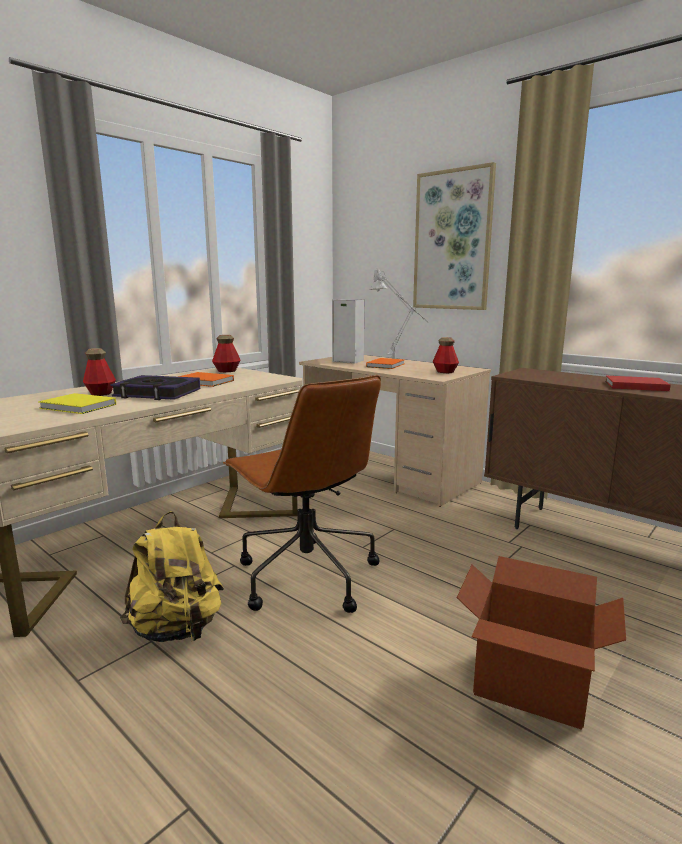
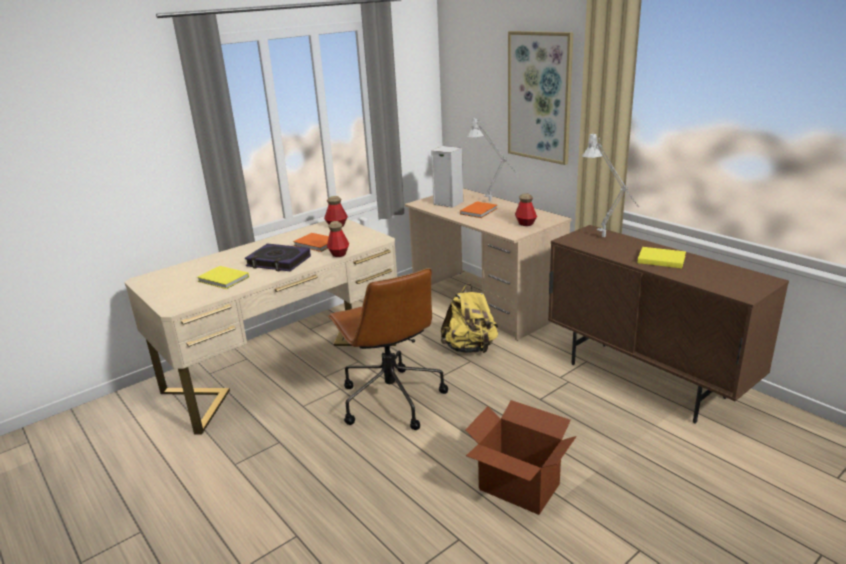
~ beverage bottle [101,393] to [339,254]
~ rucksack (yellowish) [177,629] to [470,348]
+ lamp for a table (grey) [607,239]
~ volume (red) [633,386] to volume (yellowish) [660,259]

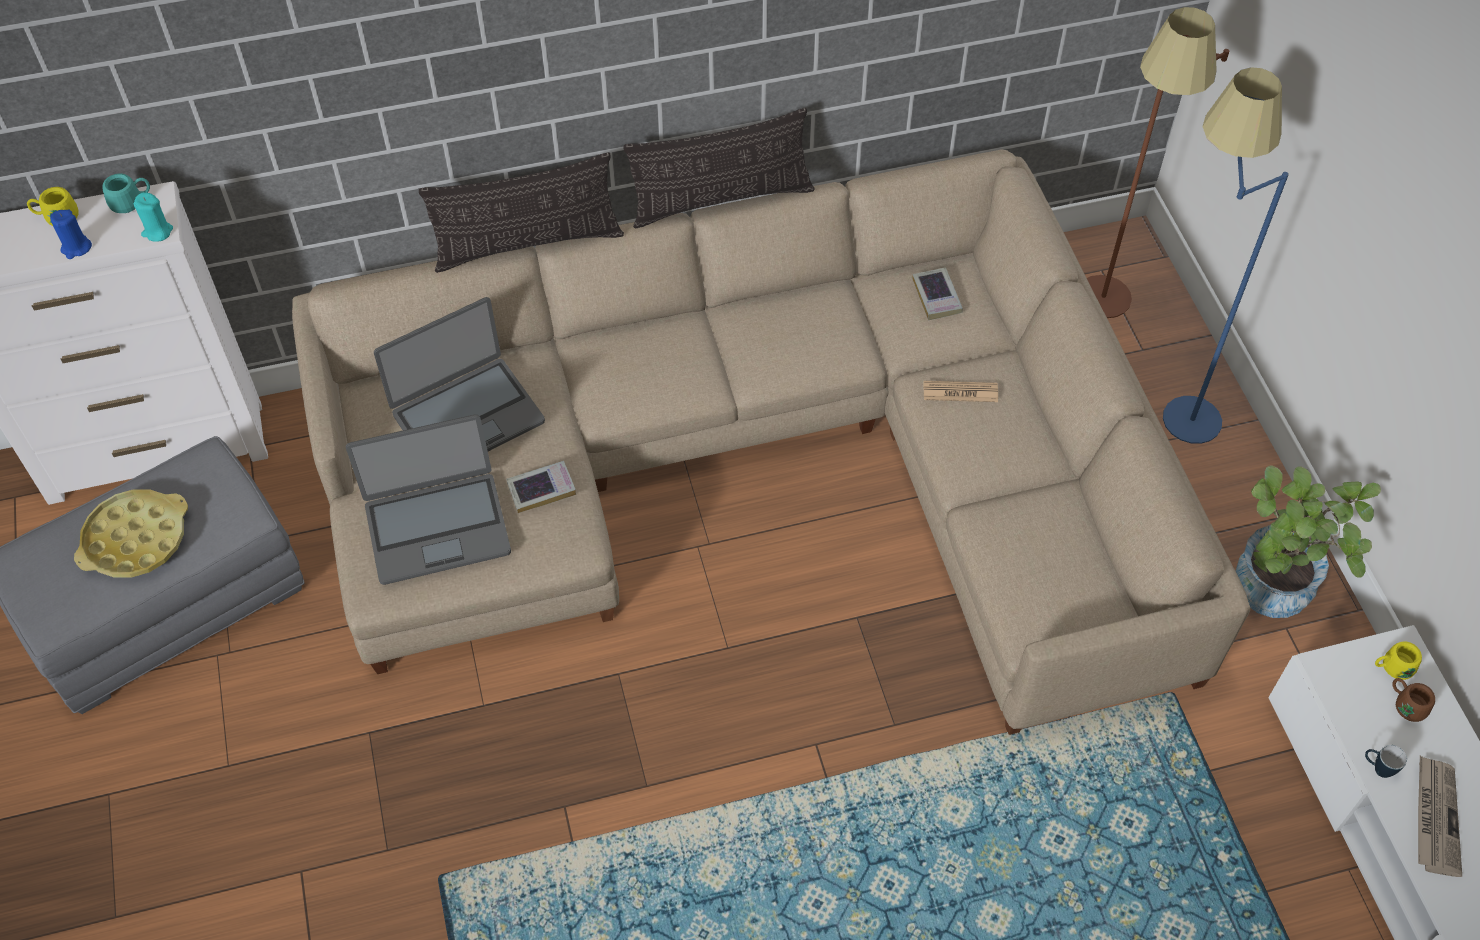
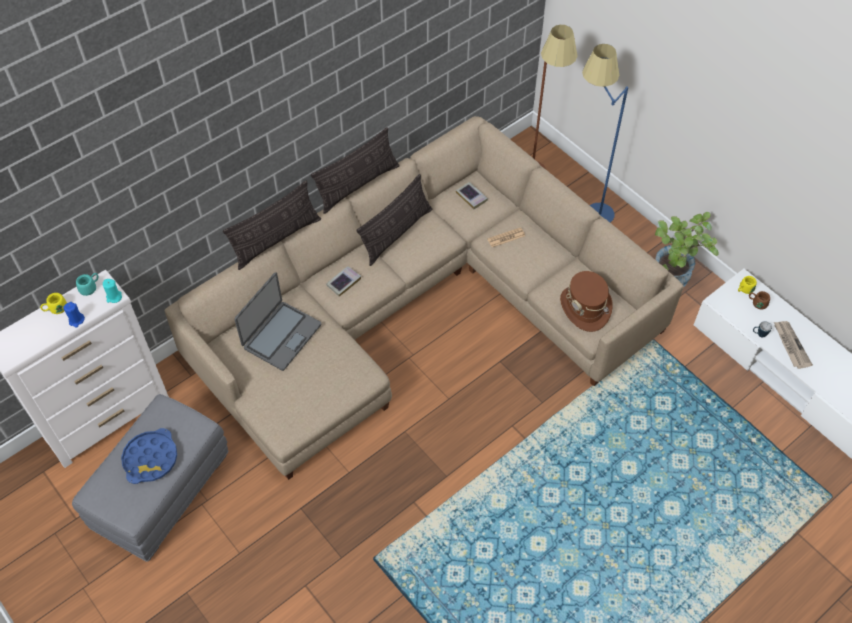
~ carrying tray (yellowish) [136,539] to carrying tray (bluish) [150,459]
~ volume [541,489] to [343,282]
+ cushion [396,233]
+ clothing hat (brownish) [585,308]
- portable computer [437,527]

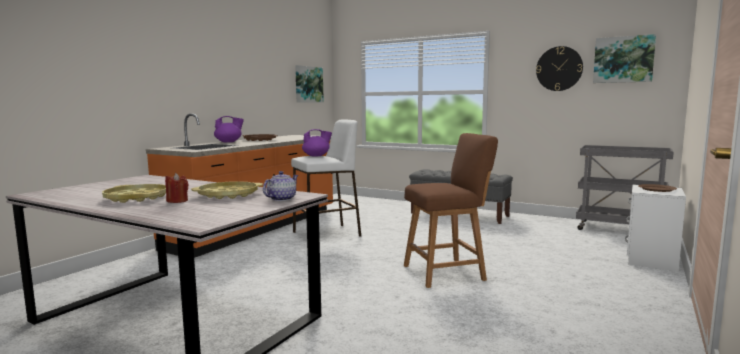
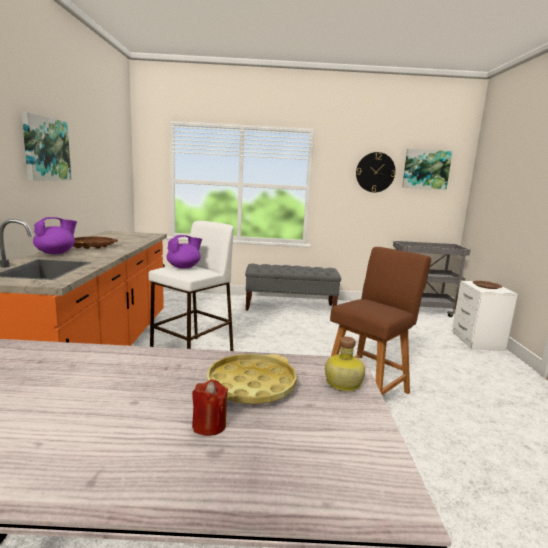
~ wall picture [308,84] to [45,149]
~ pot for tea [281,199] to beverage bottle [342,383]
- carrying tray (yellowish) [136,198]

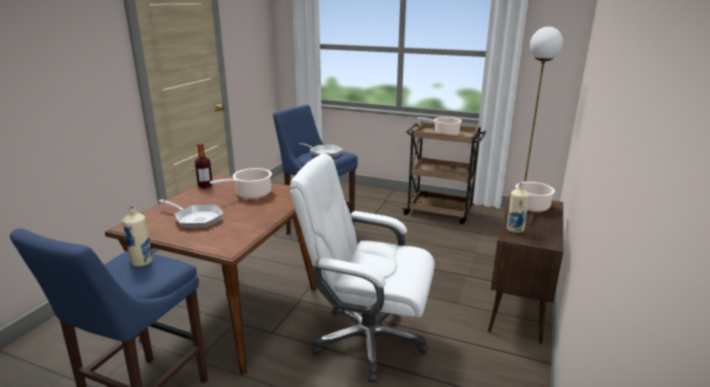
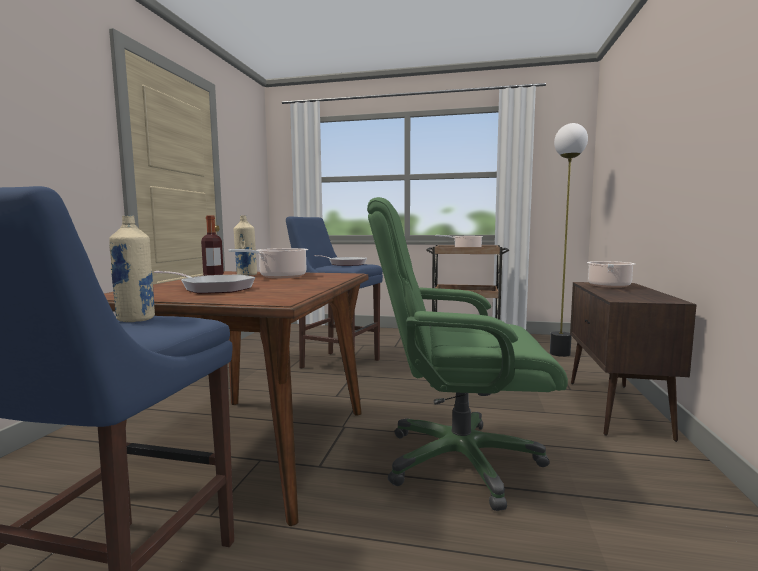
~ beverage bottle (beige) [514,229] to [246,275]
~ desk chair (white) [367,340] to desk chair (green-coloured) [459,460]

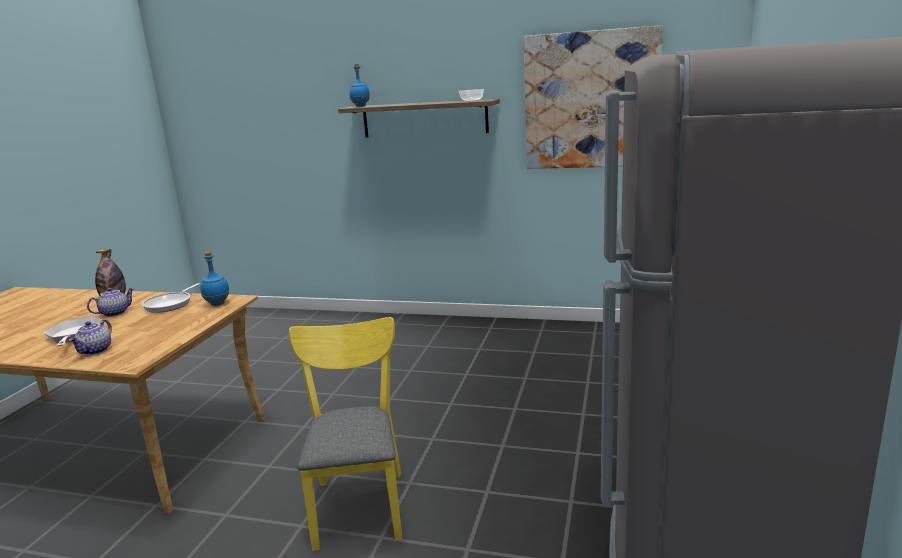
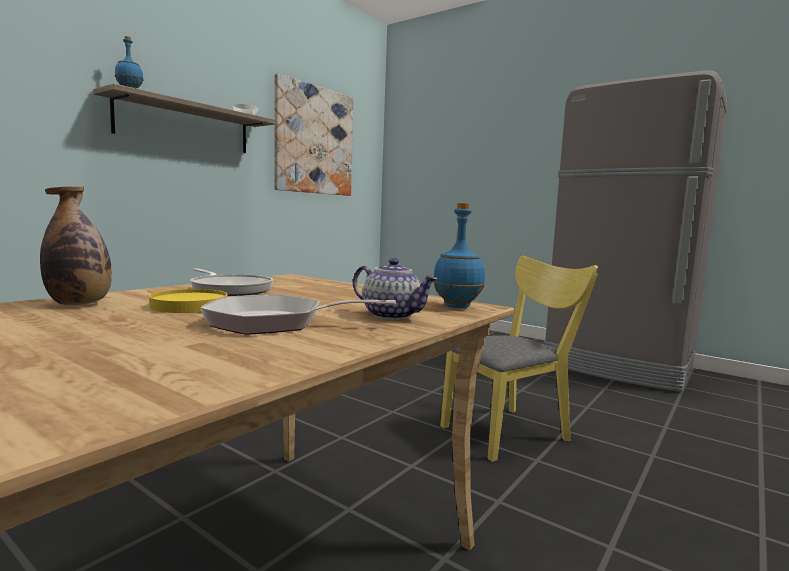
~ pot for tea [115,313] to flat dish (yellowish) [189,305]
~ beverage bottle (bluish) [217,304] to [456,306]
~ upright chair (yellowish) [359,502] = [511,431] 135 degrees clockwise

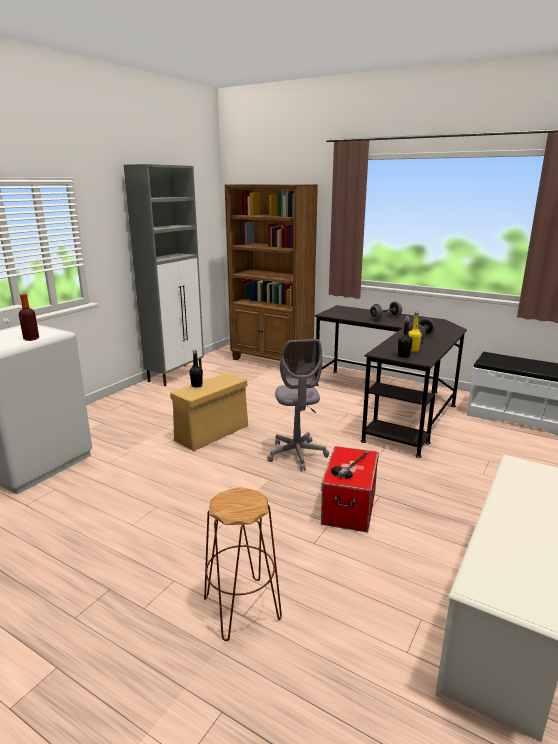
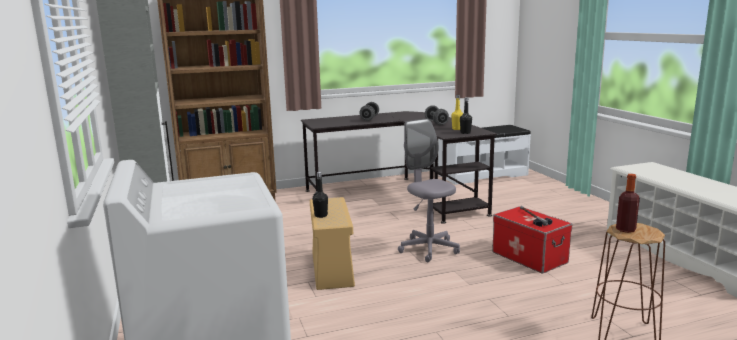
~ desk chair (grey) [297,454] = [428,249] 150 degrees counterclockwise
~ beverage bottle [31,339] to [625,229]

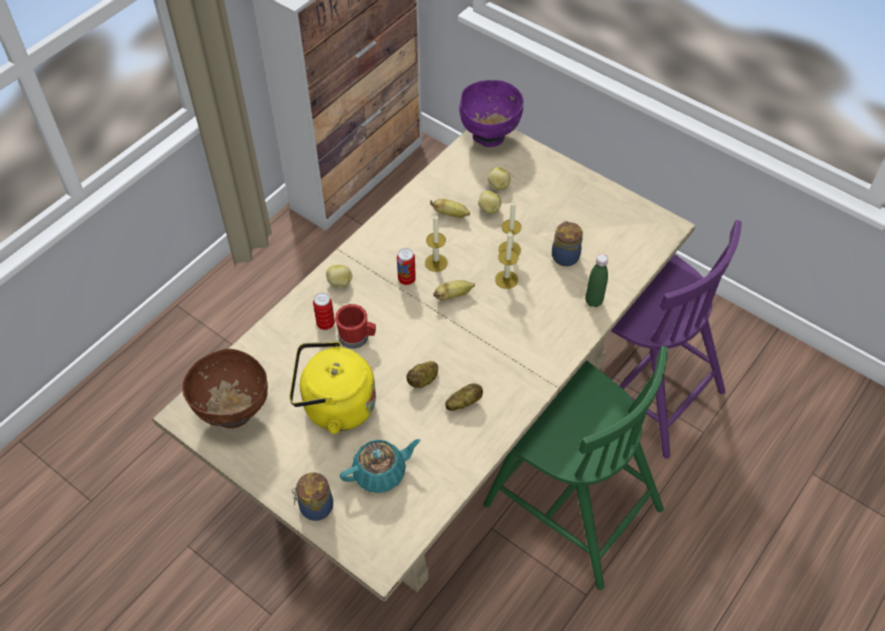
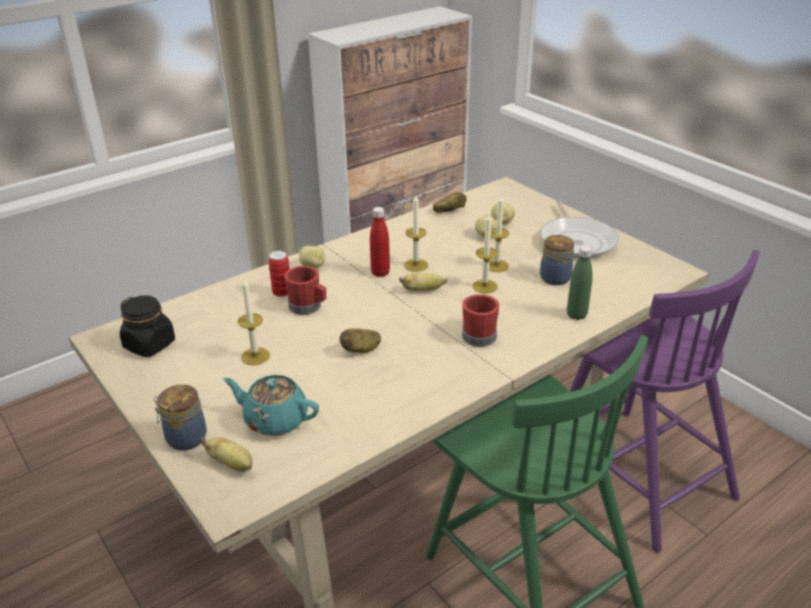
~ deep dish (brownish) [234,412] to jar (black) [150,345]
~ banana [451,214] to [232,464]
~ pot for tea (blue-green) [380,472] = [275,420] 150 degrees counterclockwise
~ tea kettle (yellowish) [334,406] to wax light [255,356]
~ sealed can [406,279] to beverage bottle (red) [380,273]
~ whole potato [463,402] to [449,211]
+ tea mug (red) [478,334]
+ frying pan [577,240]
- deep dish (purple-coloured) [489,137]

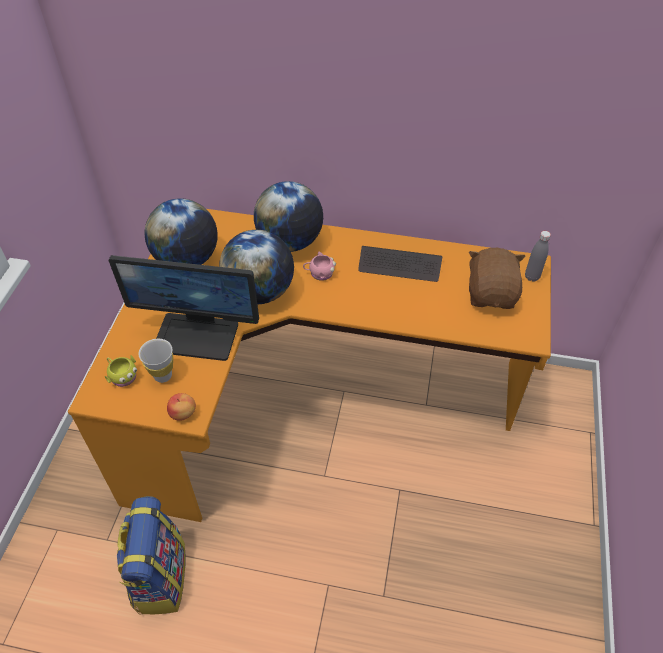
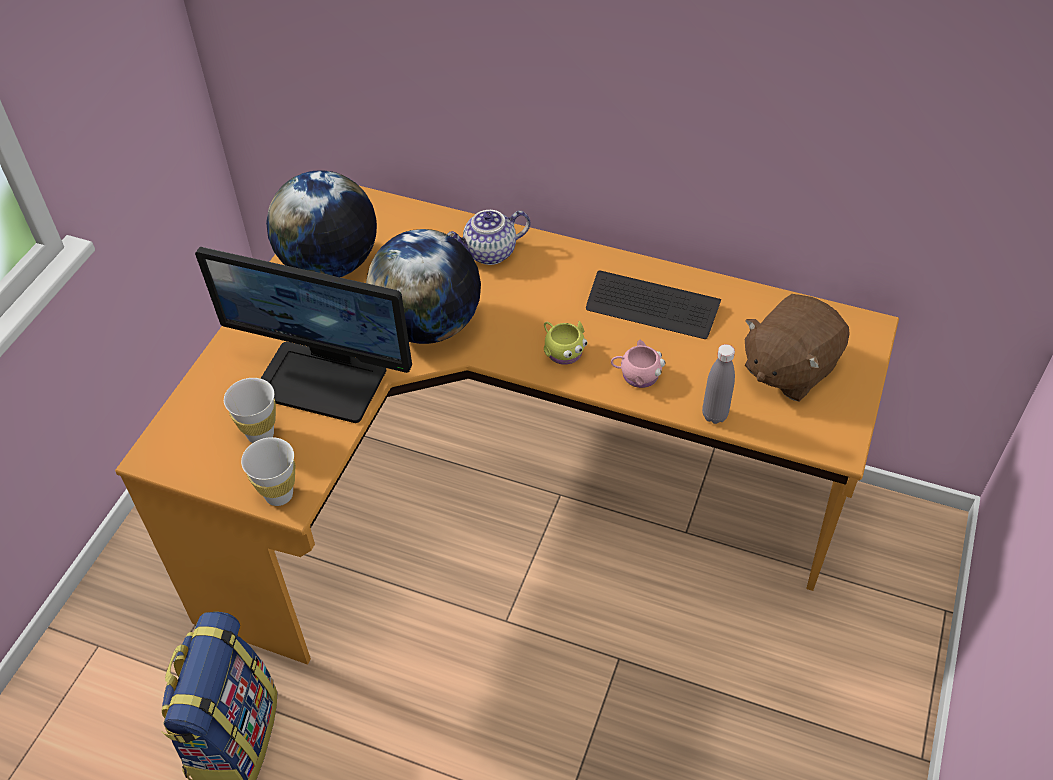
~ apple fruit [183,414] to cup (white) [279,495]
~ globe [290,242] to pot for tea [490,254]
~ tea mug (yellowish) [122,376] to [562,350]
~ tea mug (pink-coloured) [319,273] to [636,375]
~ beverage bottle (grey) [532,277] to [714,415]
~ soft toy (brownish) [491,294] = [788,368] 150 degrees counterclockwise

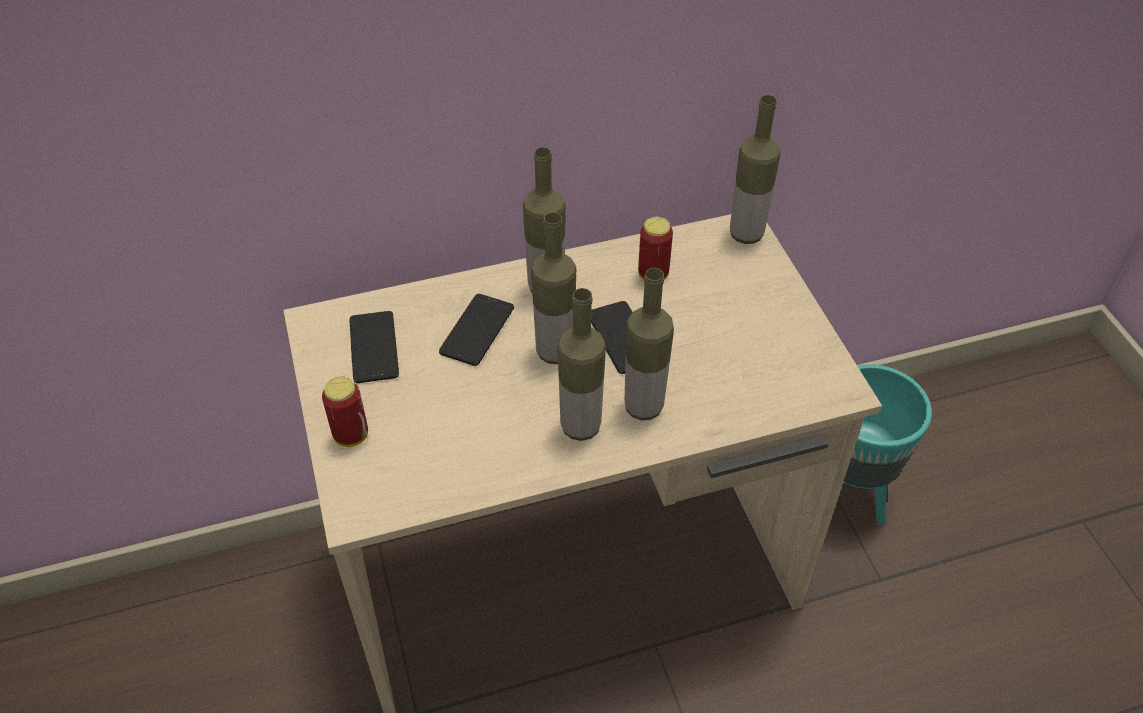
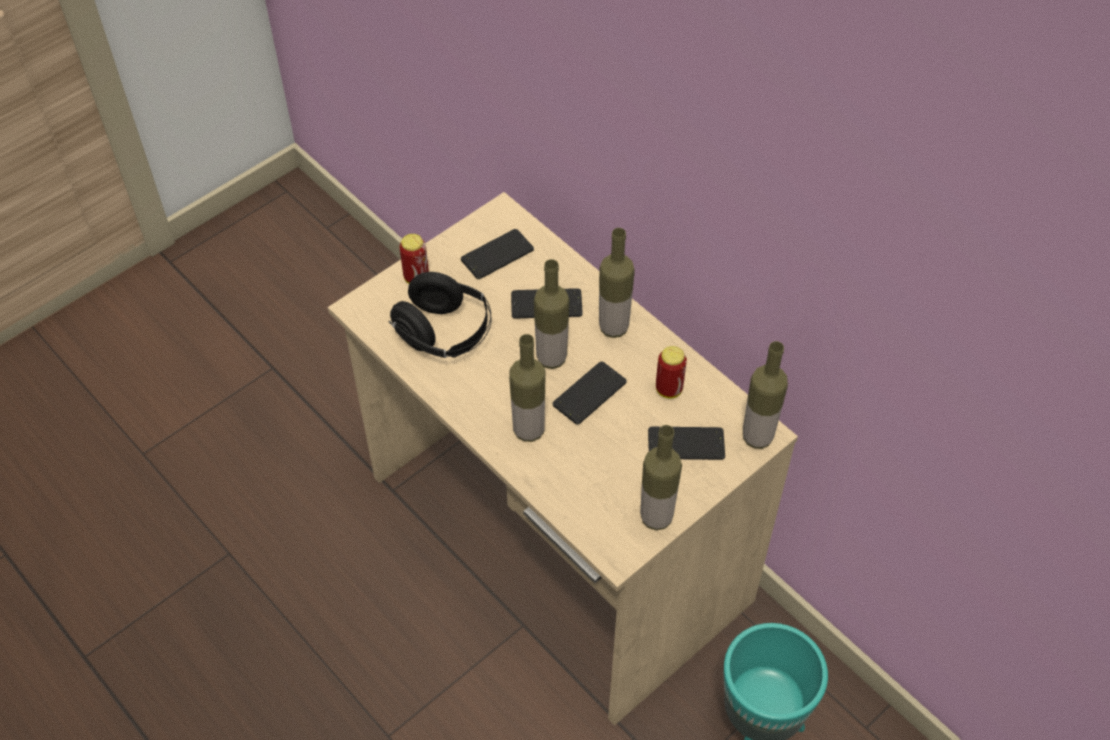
+ pair of headphones (black) [444,334]
~ beverage bottle [580,427] to [656,517]
+ telephone [686,444]

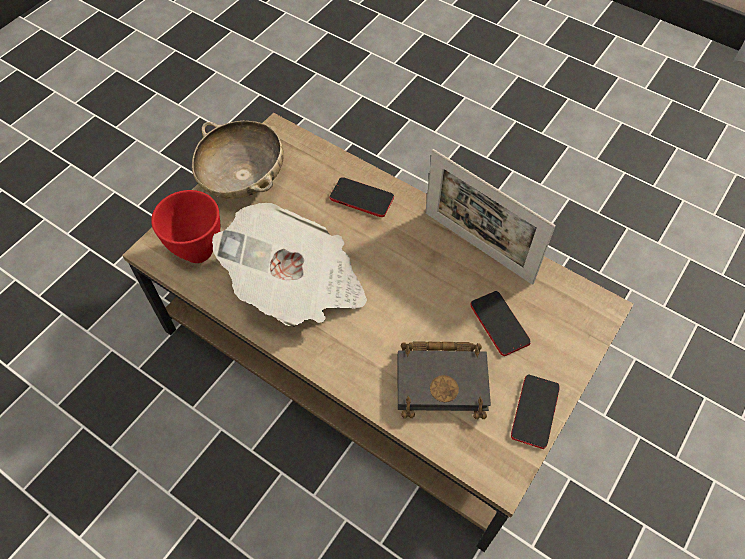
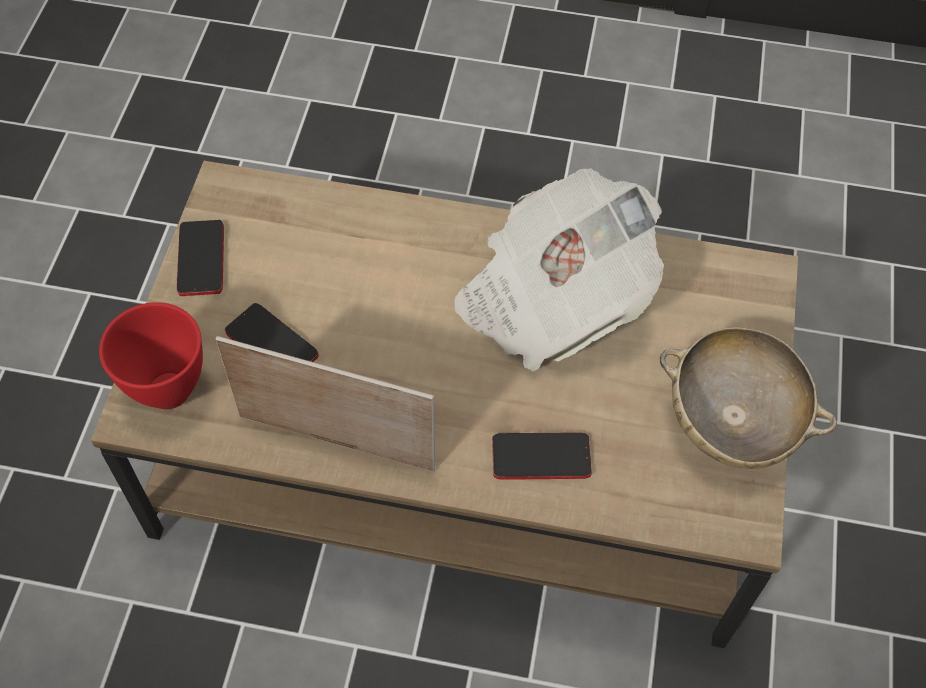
~ deep dish (red) [197,252] to [170,388]
- volume (black) [444,380]

